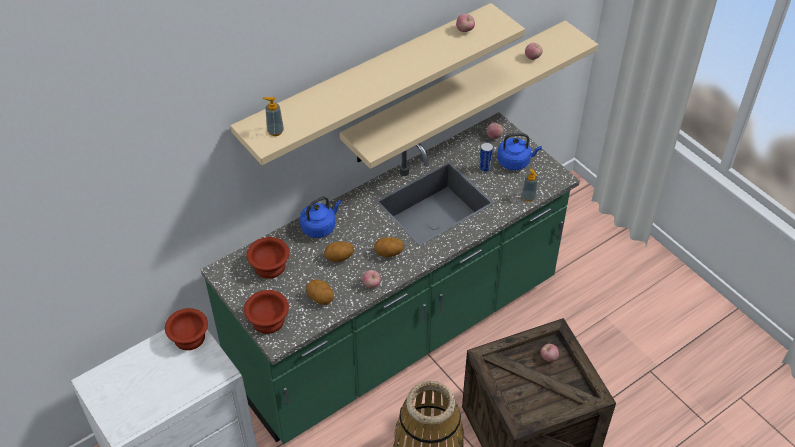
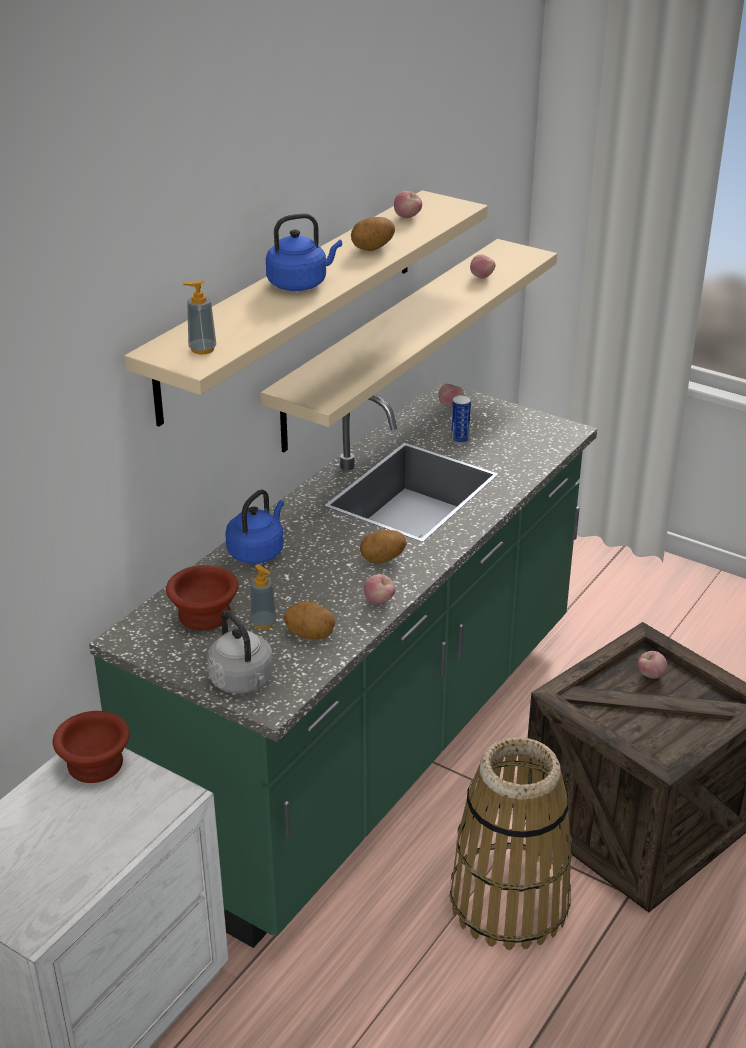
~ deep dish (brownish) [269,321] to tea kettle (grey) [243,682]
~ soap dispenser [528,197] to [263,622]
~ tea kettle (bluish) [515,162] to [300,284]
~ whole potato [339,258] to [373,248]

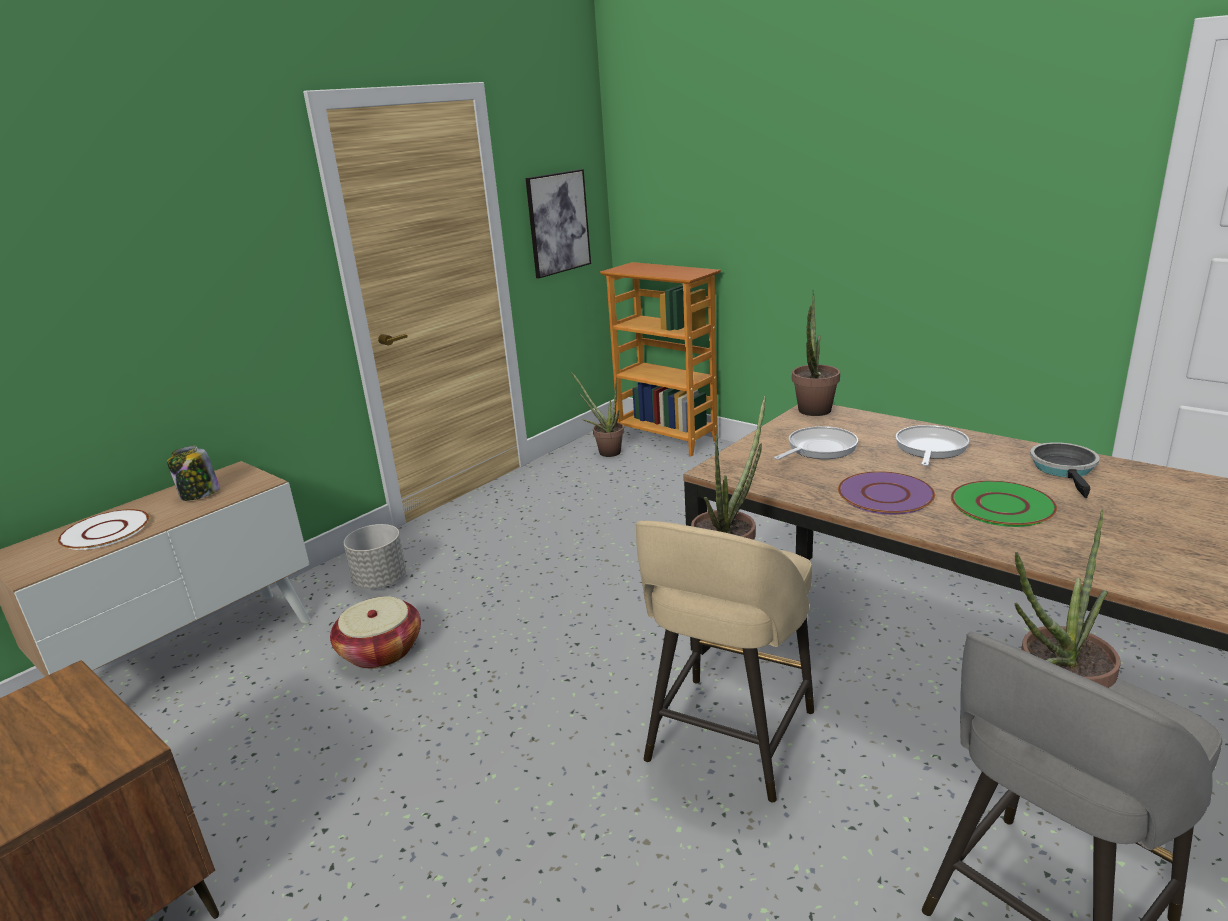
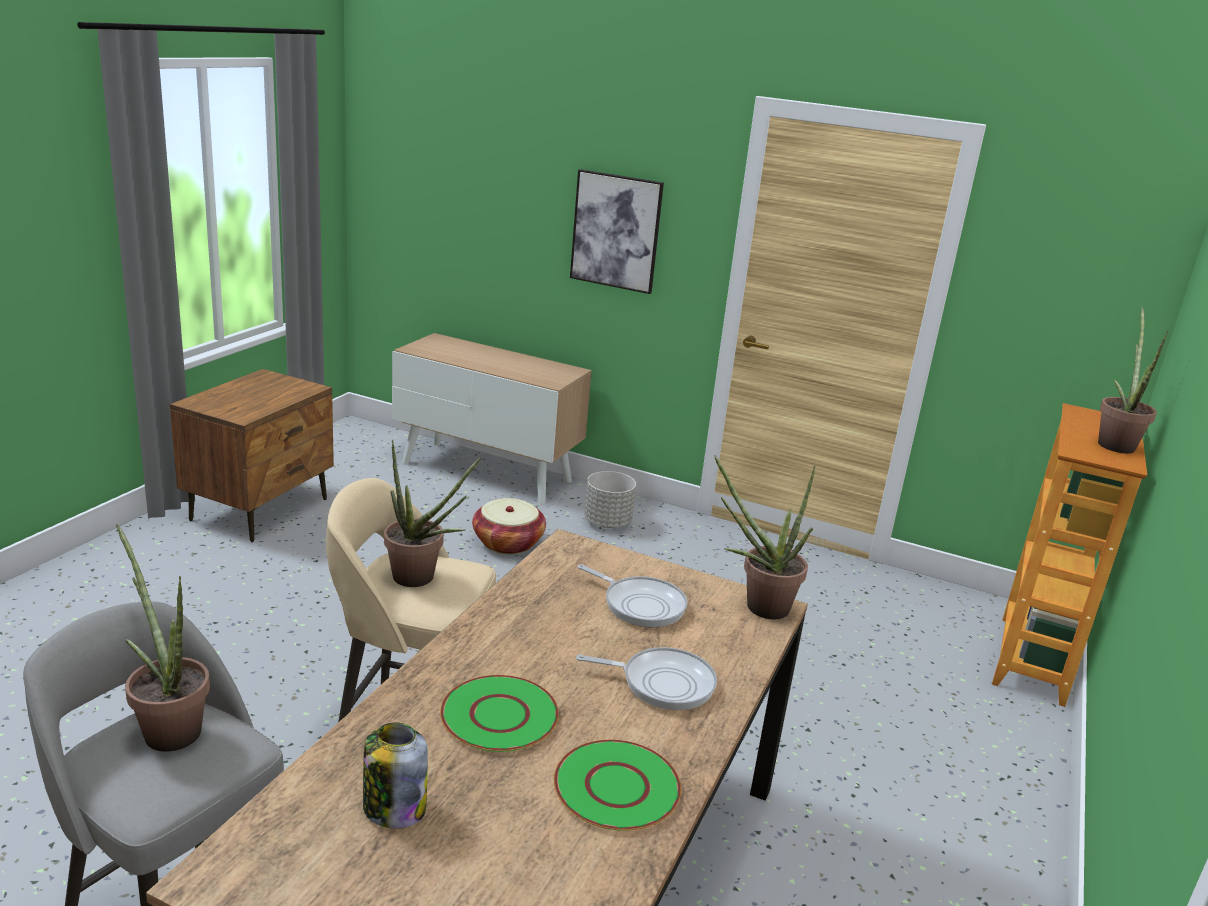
~ jar [199,494] to [393,807]
~ frying pan [1065,469] to flat dish (green-coloured) [617,787]
~ wall picture [558,223] to [616,231]
~ plant in a pot [605,451] to [1114,443]
- flat dish (white) [105,531]
- flat dish (purple-coloured) [886,495]

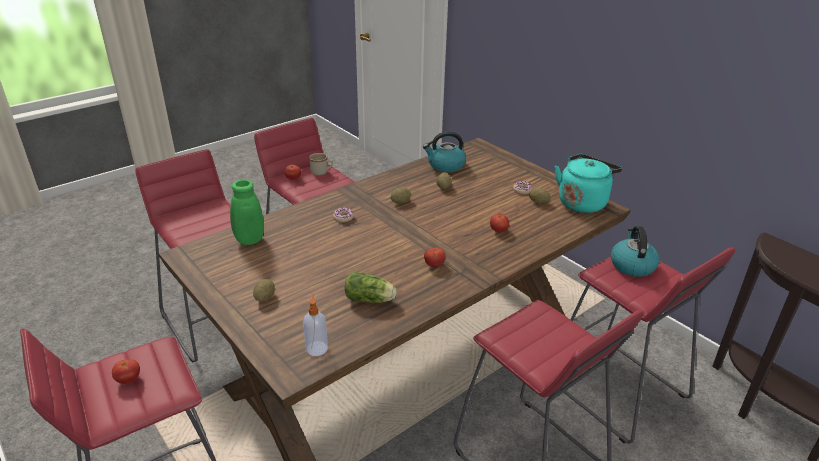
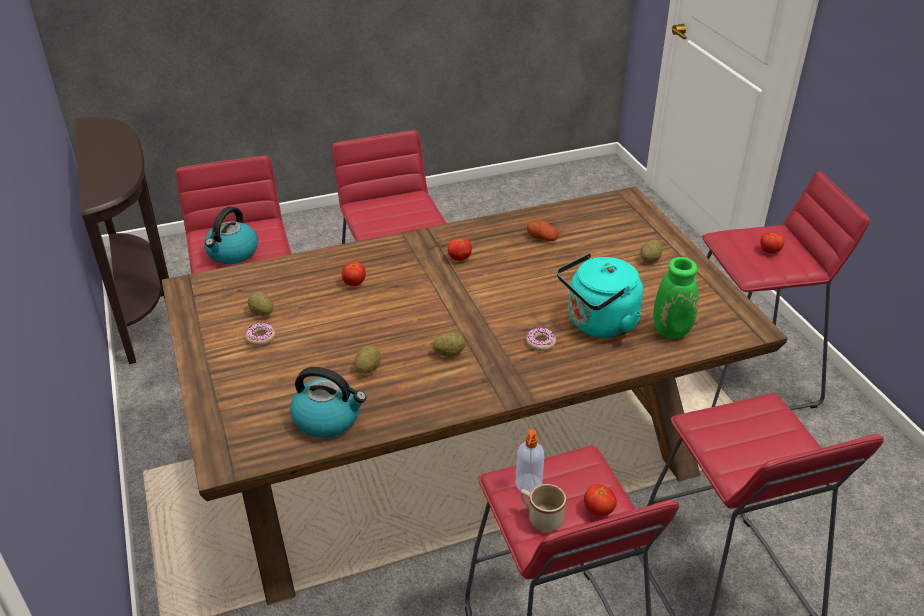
~ soap dispenser [316,348] to [528,484]
~ head of lettuce [371,300] to whole potato [542,238]
~ tea kettle (blue-green) [583,202] to [598,324]

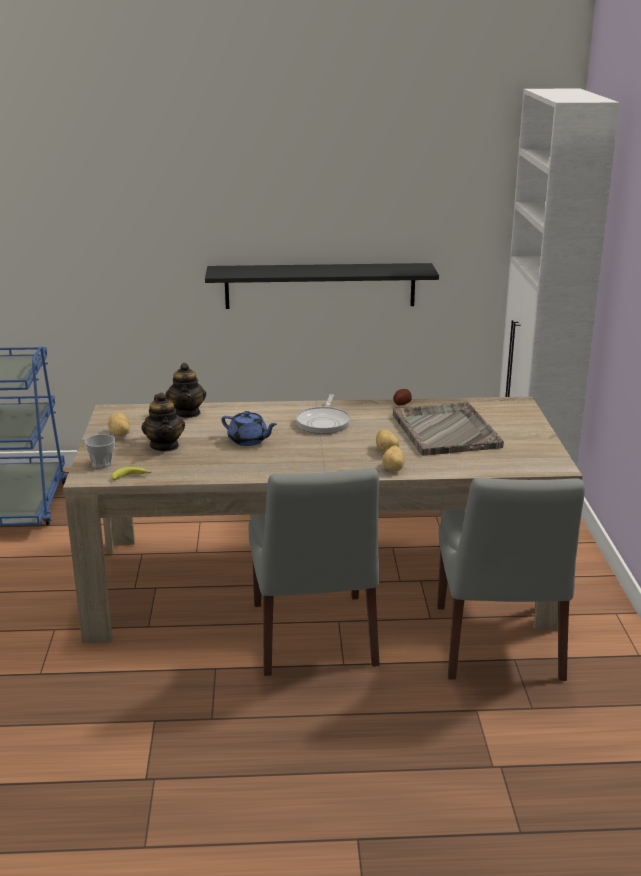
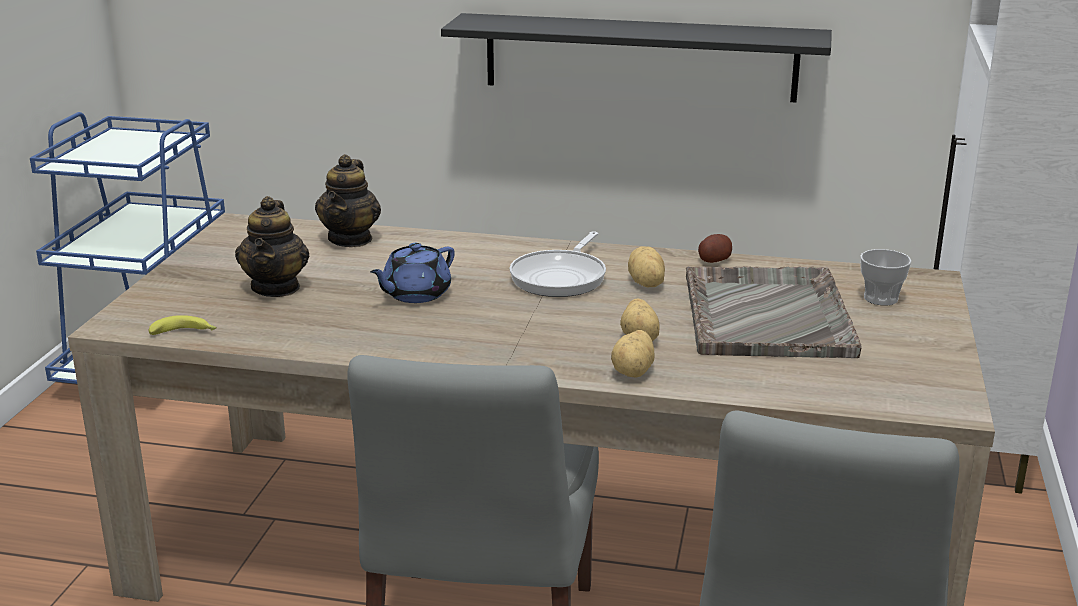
~ pot for tea (bluish) [248,441] = [415,294] 90 degrees clockwise
~ whole potato [119,434] to [645,284]
~ cup [102,464] to [880,298]

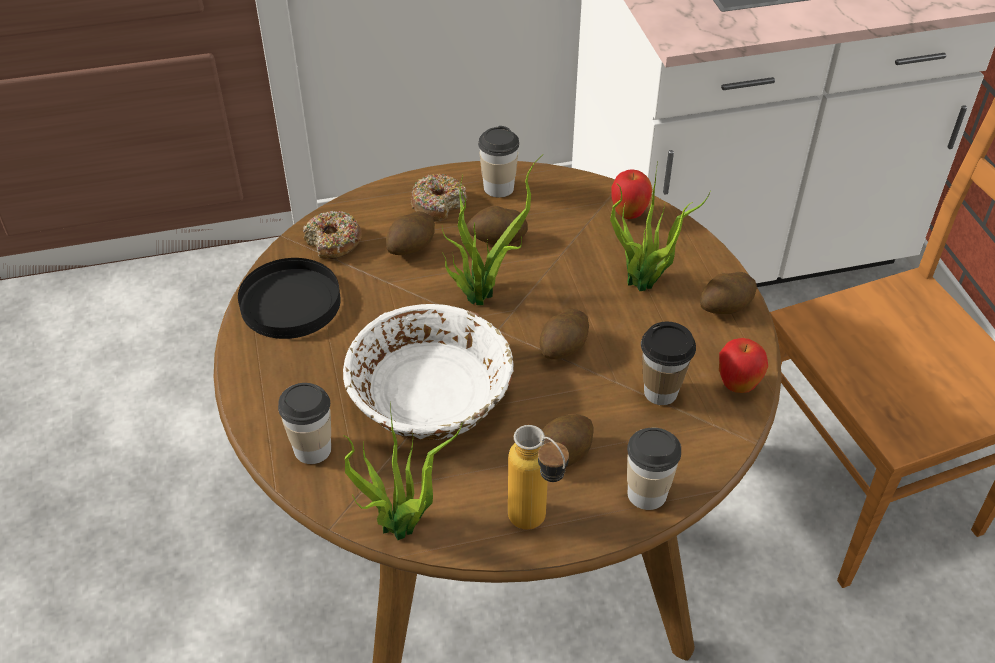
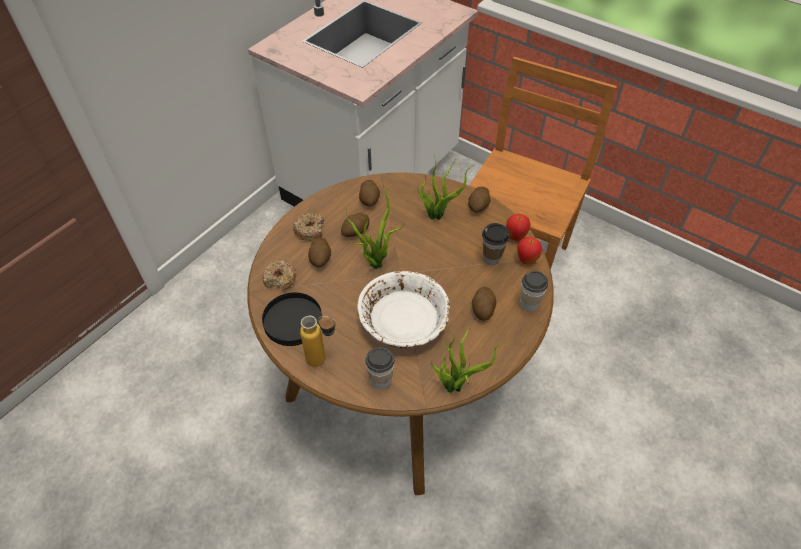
~ beverage bottle [536,526] to [324,360]
~ whole potato [563,348] to [369,200]
~ apple fruit [629,214] to [526,260]
- cup [498,188]

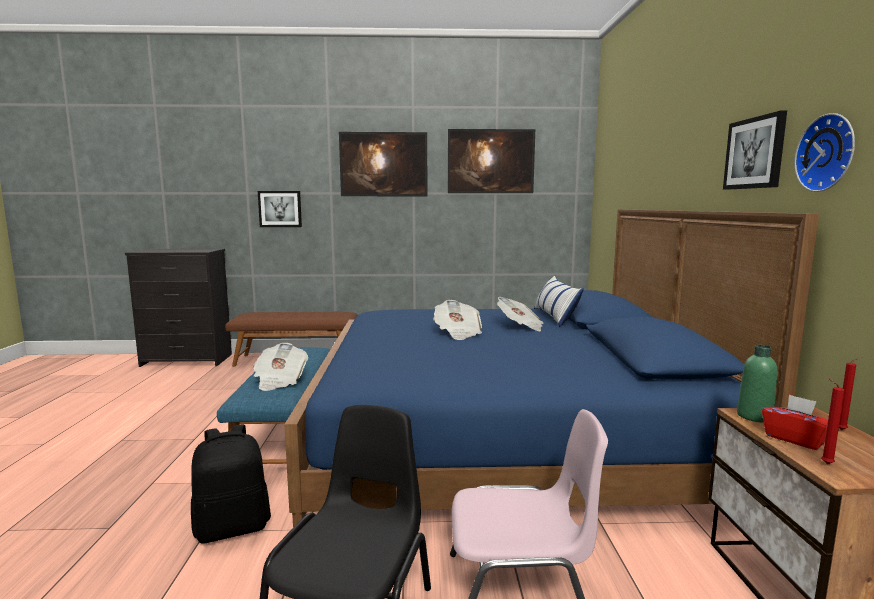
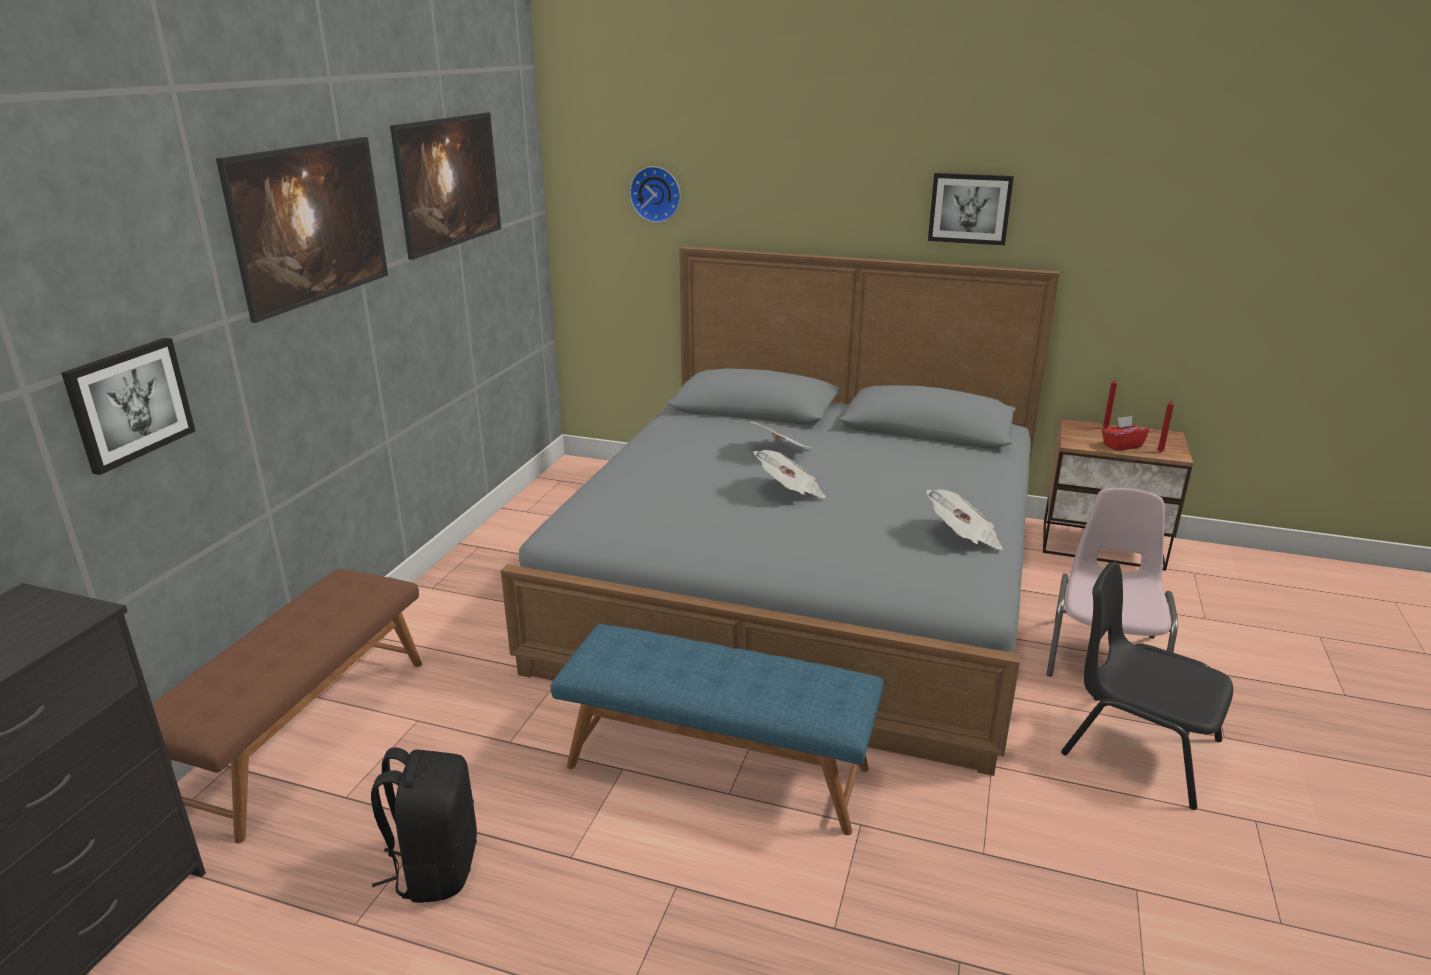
~ rucksack (black) [233,527] to [435,868]
~ sleeping bed (bluish) [503,431] to sleeping bed (grey) [802,584]
~ wall clock [829,153] to [656,194]
~ newspaper [279,381] to [963,538]
- cushion [555,317]
- beverage bottle (green-coloured) [754,416]

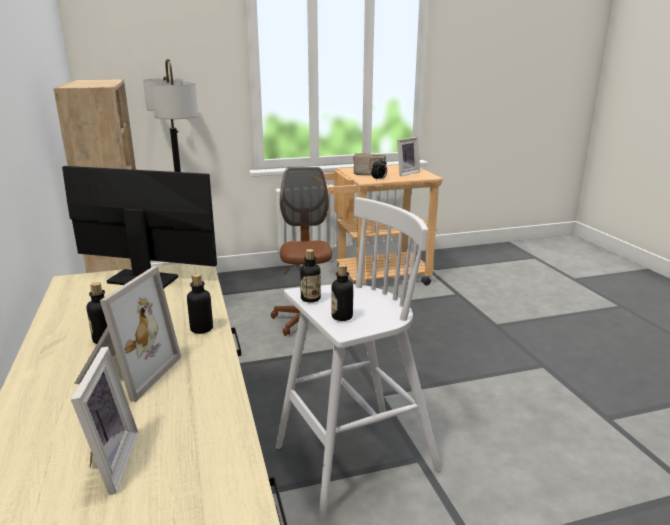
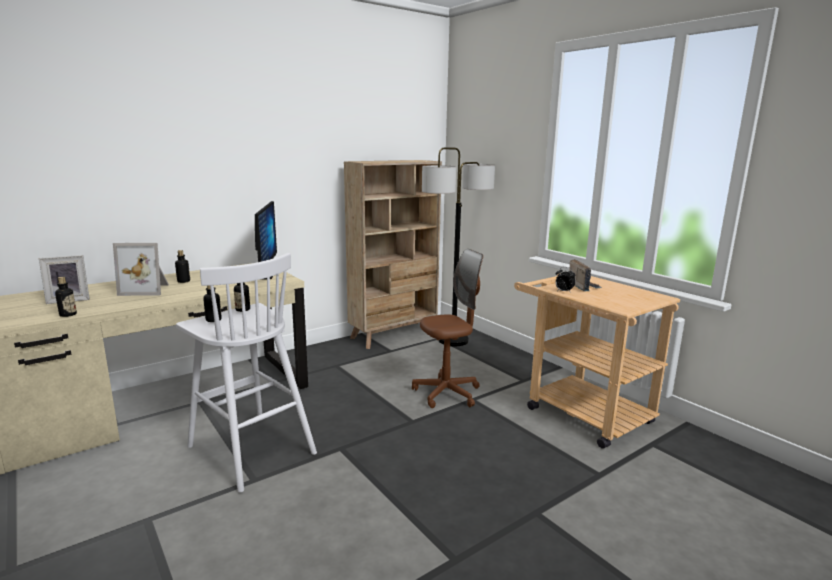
~ beverage bottle [201,329] to [68,314]
- picture frame [405,173]

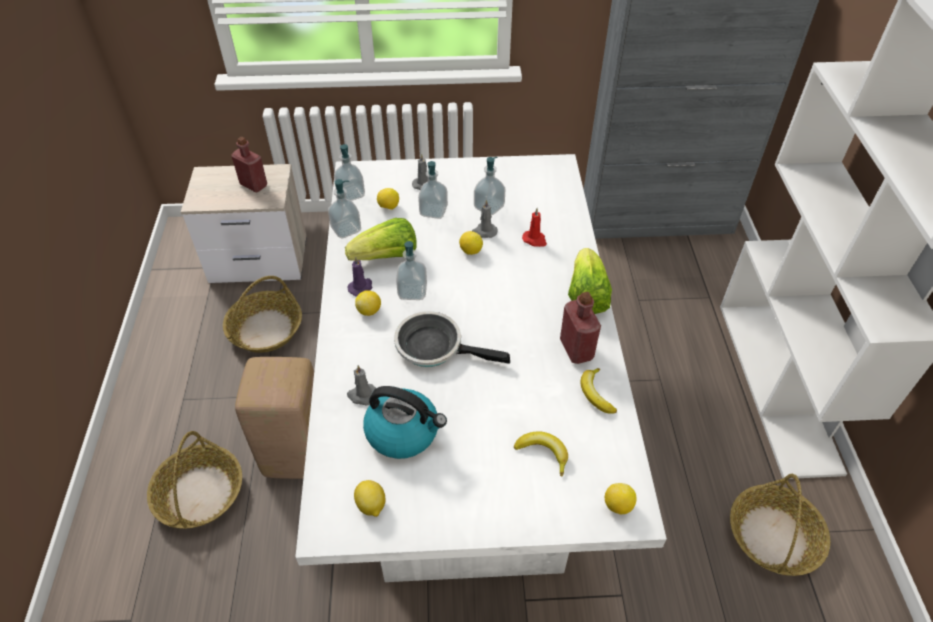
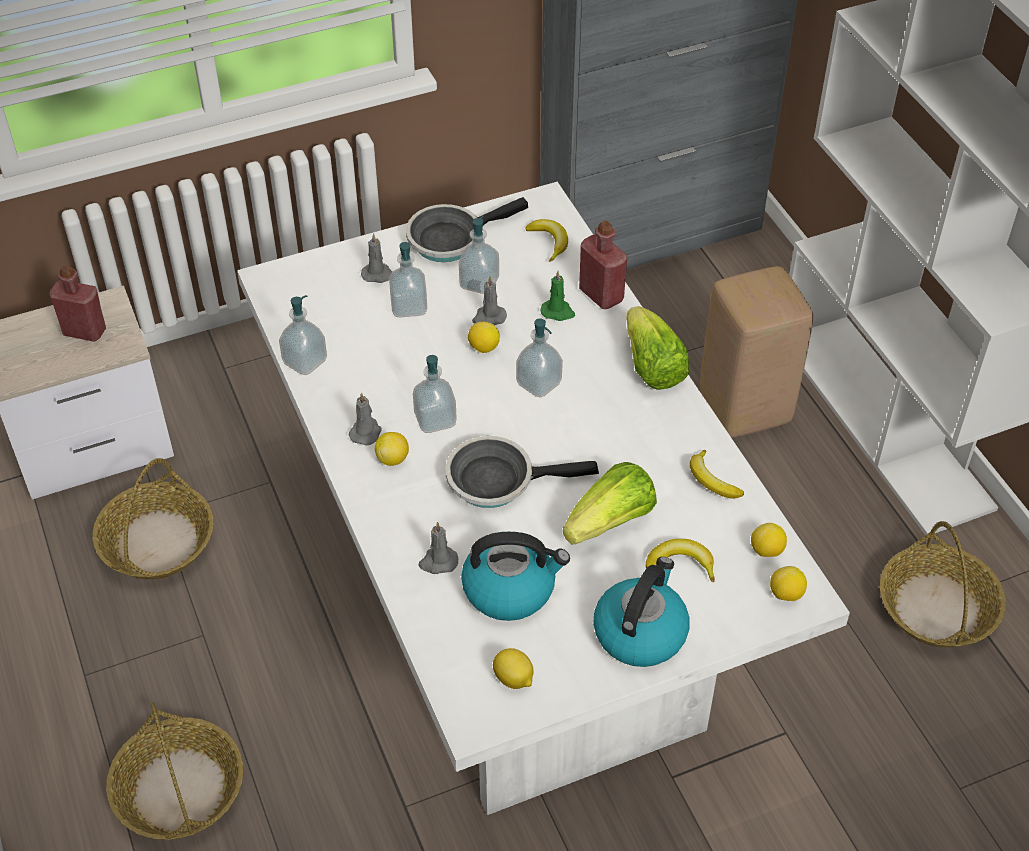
~ wax light (purple-coloured) [361,287] to wax light (grey) [366,432]
+ frying pan [450,238]
~ soap dispenser [351,194] to [539,383]
+ banana [549,242]
~ wax light (red) [535,240] to wax light (green-coloured) [558,312]
~ head of lettuce [387,257] to [611,522]
~ beverage bottle (red) [576,349] to [601,295]
+ tea kettle [640,632]
~ stool (beige) [297,455] to [746,409]
~ citrus fruit [388,207] to [766,551]

